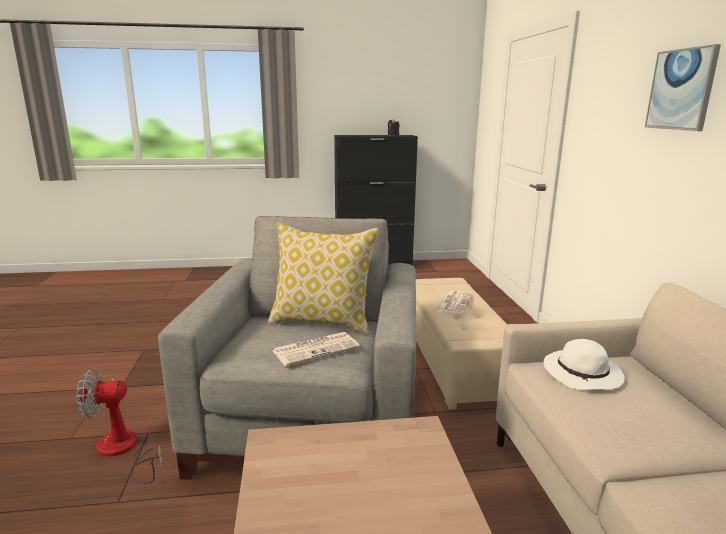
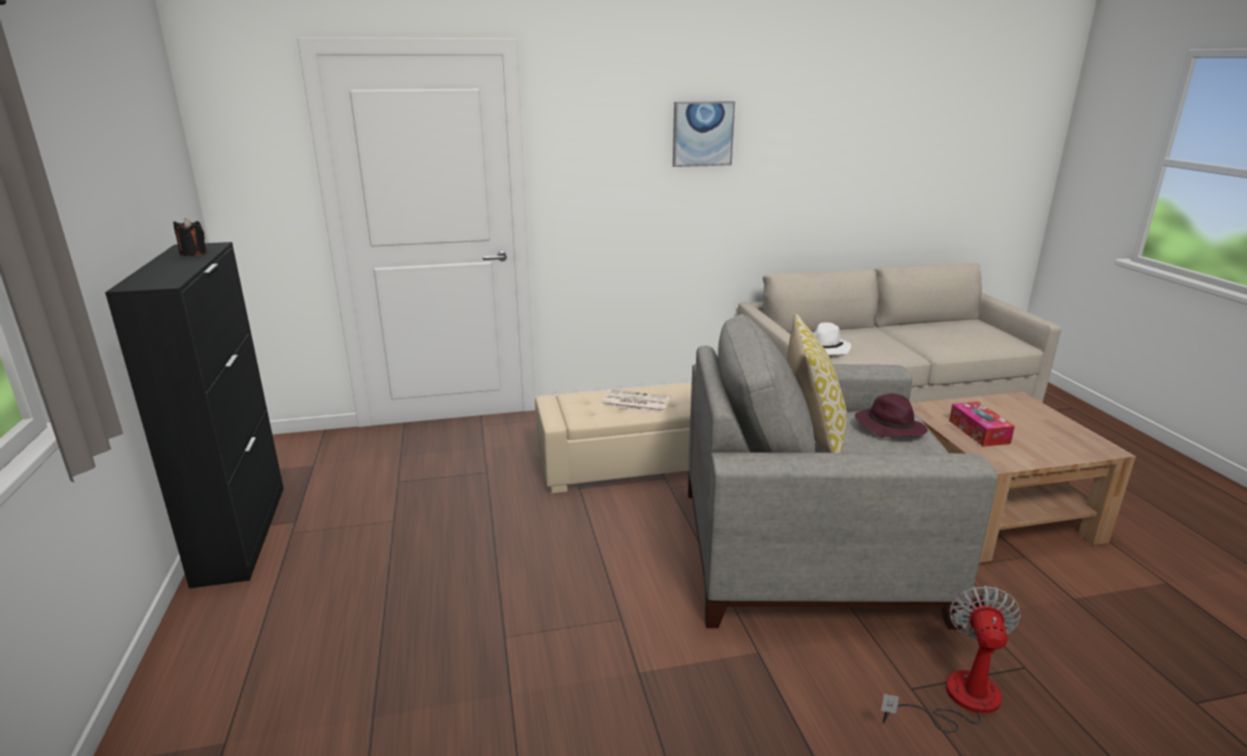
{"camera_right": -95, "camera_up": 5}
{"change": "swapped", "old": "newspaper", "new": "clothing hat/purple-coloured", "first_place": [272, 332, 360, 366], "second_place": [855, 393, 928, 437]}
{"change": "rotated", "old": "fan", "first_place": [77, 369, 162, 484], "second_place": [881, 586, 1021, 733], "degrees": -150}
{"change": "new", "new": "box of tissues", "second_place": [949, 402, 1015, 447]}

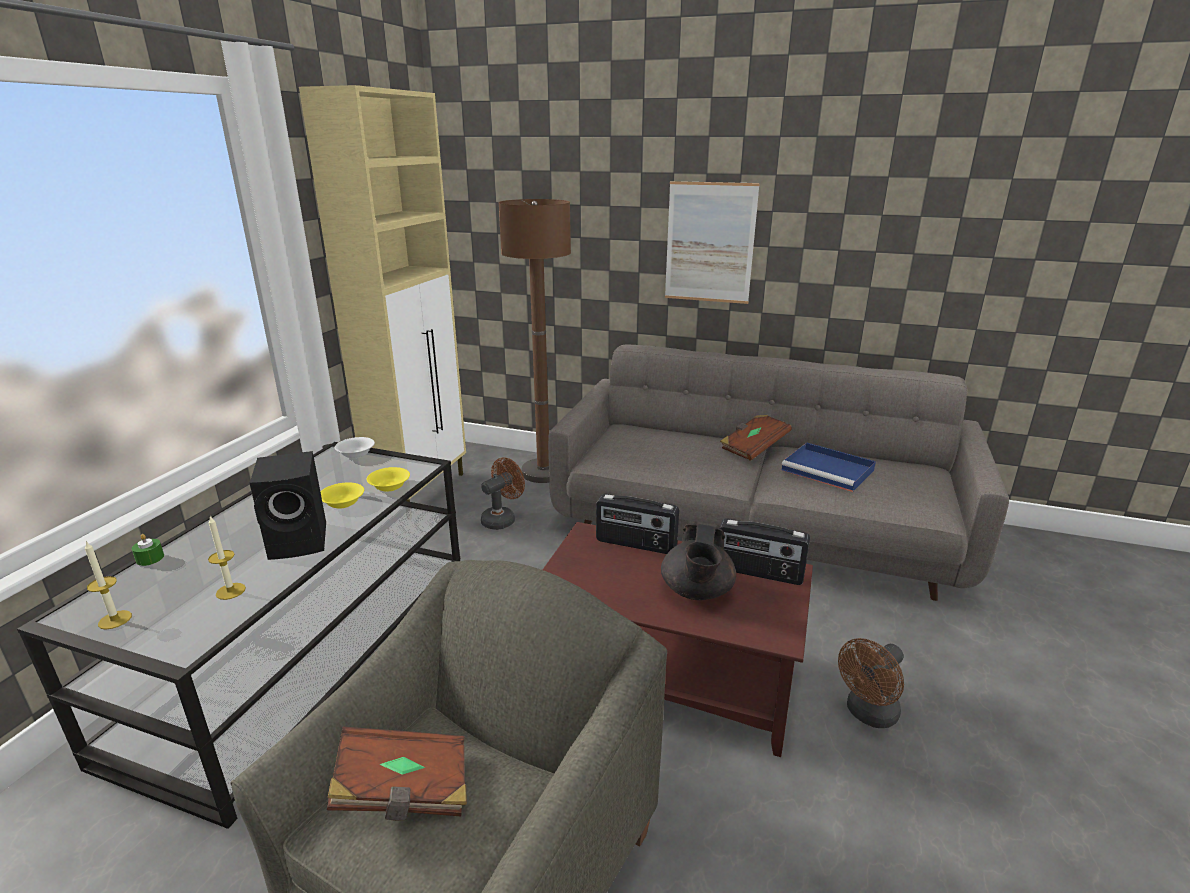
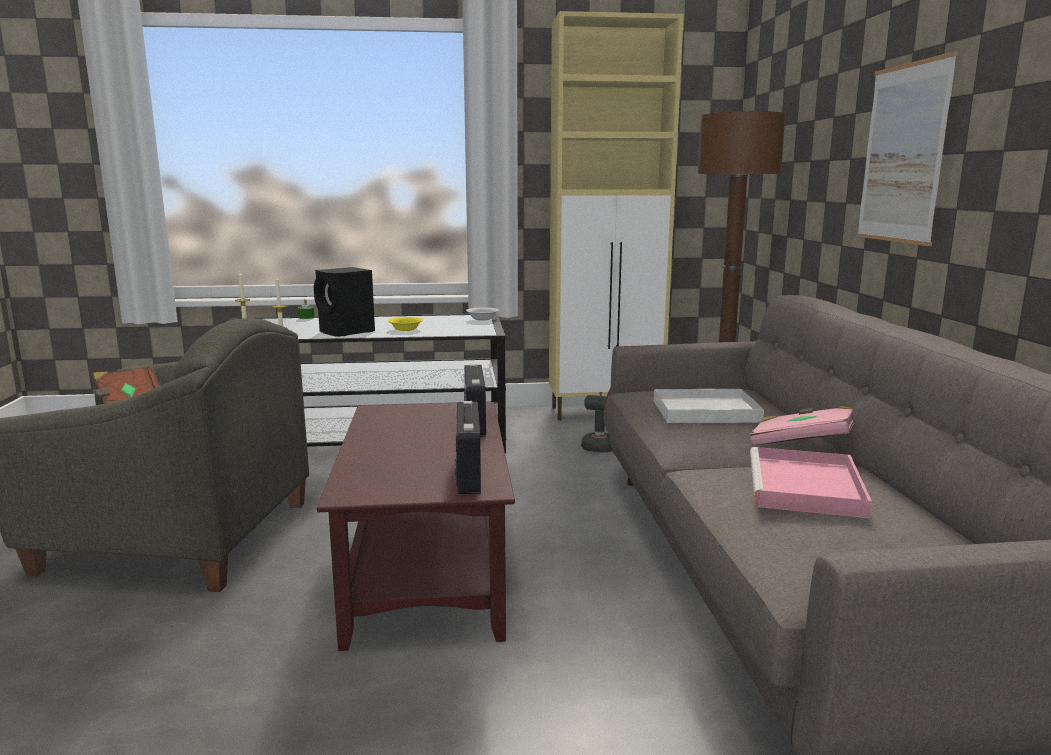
{"camera_right": 65, "camera_up": -10}
{"change": "new", "new": "carrying tray/white-coloured", "second_place": [654, 389, 764, 423]}
{"change": "repainted", "old": "volume/brown-coloured", "new": "volume/pink", "first_place": [720, 415, 792, 461], "second_place": [750, 406, 854, 445]}
{"change": "repainted", "old": "carrying tray/blue", "new": "carrying tray/pink", "first_place": [781, 442, 876, 492], "second_place": [750, 447, 872, 518]}
{"change": "gone", "old": "bowl/yellowish", "first_place": [366, 467, 410, 492]}
{"change": "gone", "old": "teapot/black-coloured", "first_place": [661, 523, 736, 600]}
{"change": "gone", "old": "fan/brown-coloured", "first_place": [838, 638, 904, 728]}

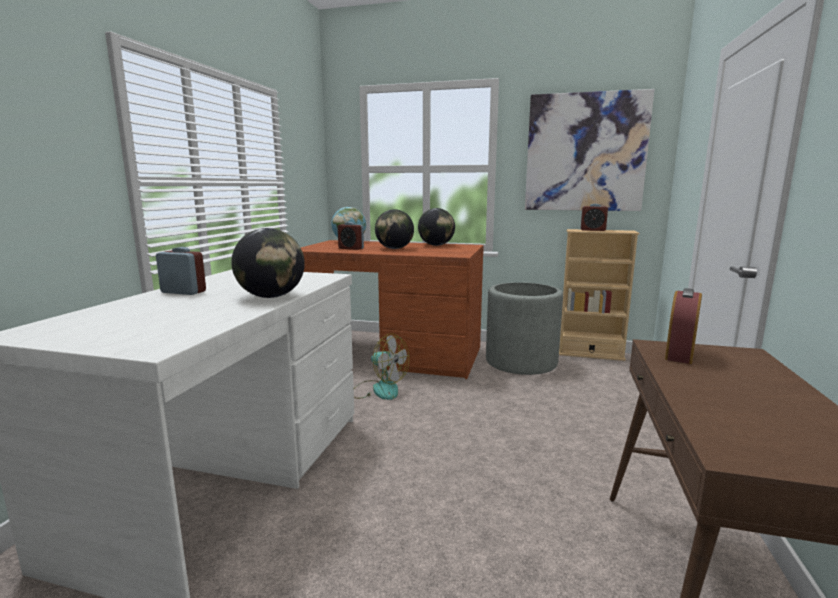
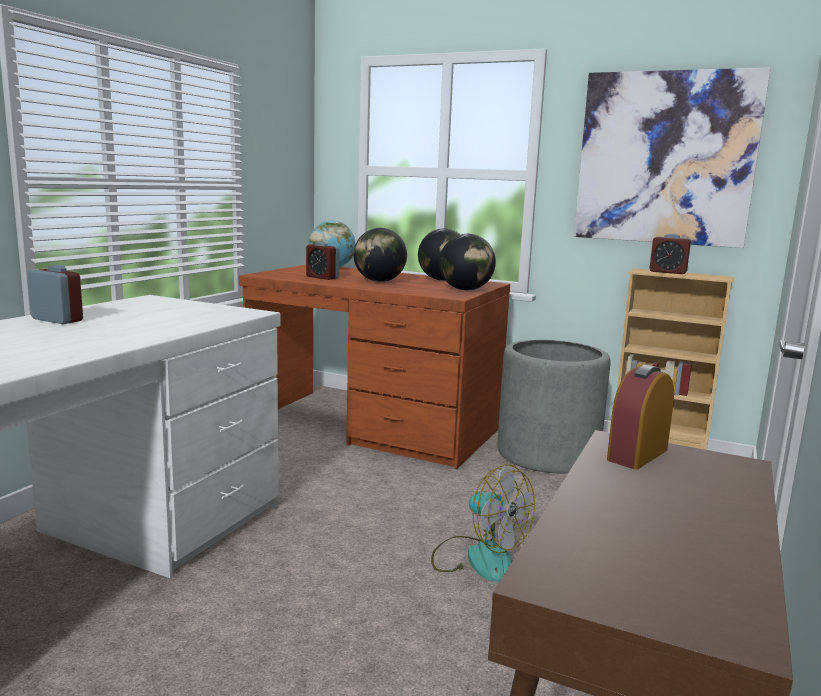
{"camera_right": 10, "camera_up": 0}
{"change": "shifted", "old": "fan", "first_place": [354, 334, 409, 400], "second_place": [431, 464, 535, 582]}
{"change": "shifted", "old": "globe", "first_place": [231, 228, 305, 298], "second_place": [439, 234, 496, 290]}

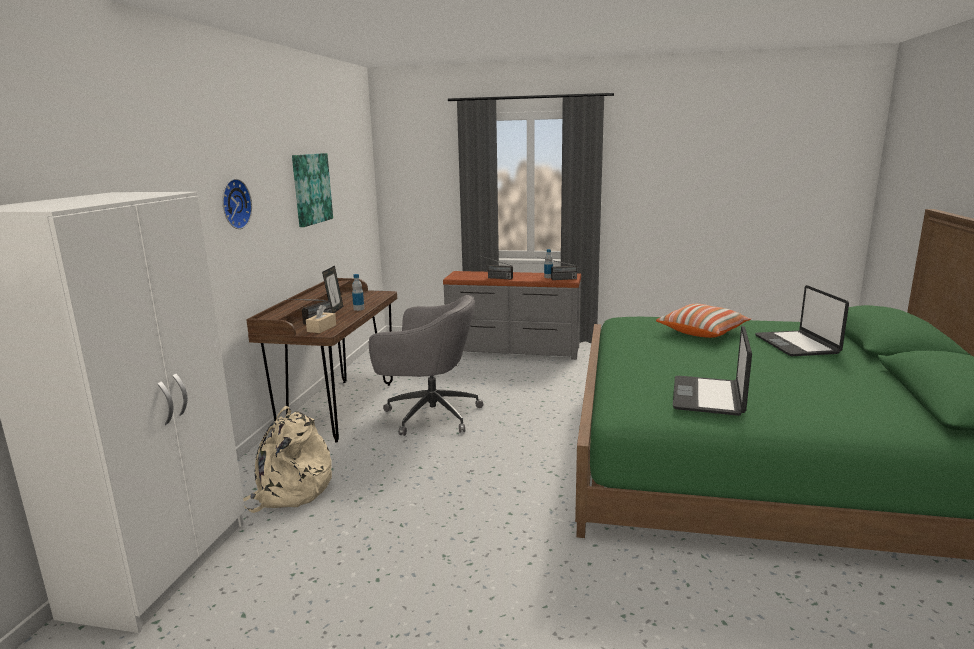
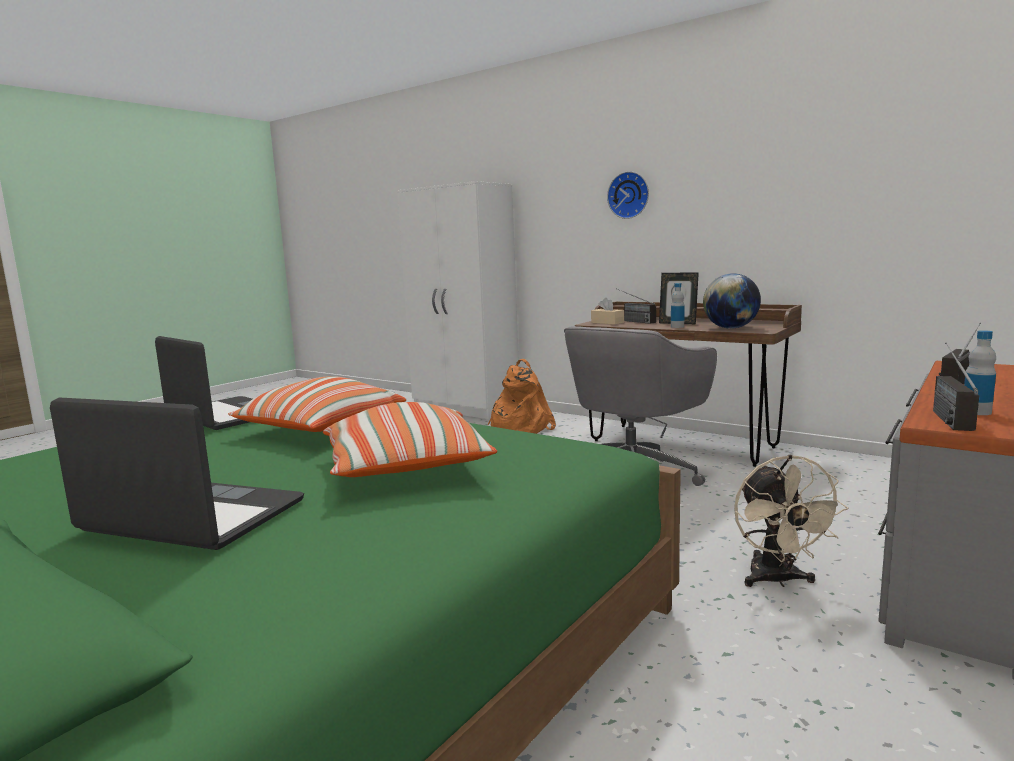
{"camera_right": 115, "camera_up": -5}
{"change": "new", "new": "throw pillow", "second_place": [228, 376, 406, 432]}
{"change": "repainted", "old": "rucksack/beige-coloured", "new": "rucksack/orange", "first_place": [243, 406, 332, 513], "second_place": [488, 359, 556, 434]}
{"change": "new", "new": "globe", "second_place": [703, 273, 761, 329]}
{"change": "new", "new": "fan/beige-coloured", "second_place": [734, 455, 848, 587]}
{"change": "gone", "old": "wall art", "first_place": [292, 153, 333, 227]}

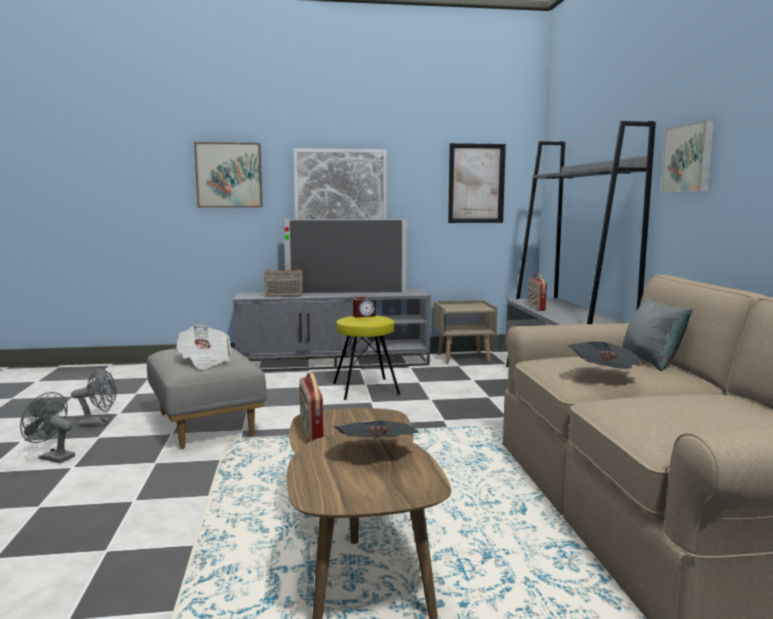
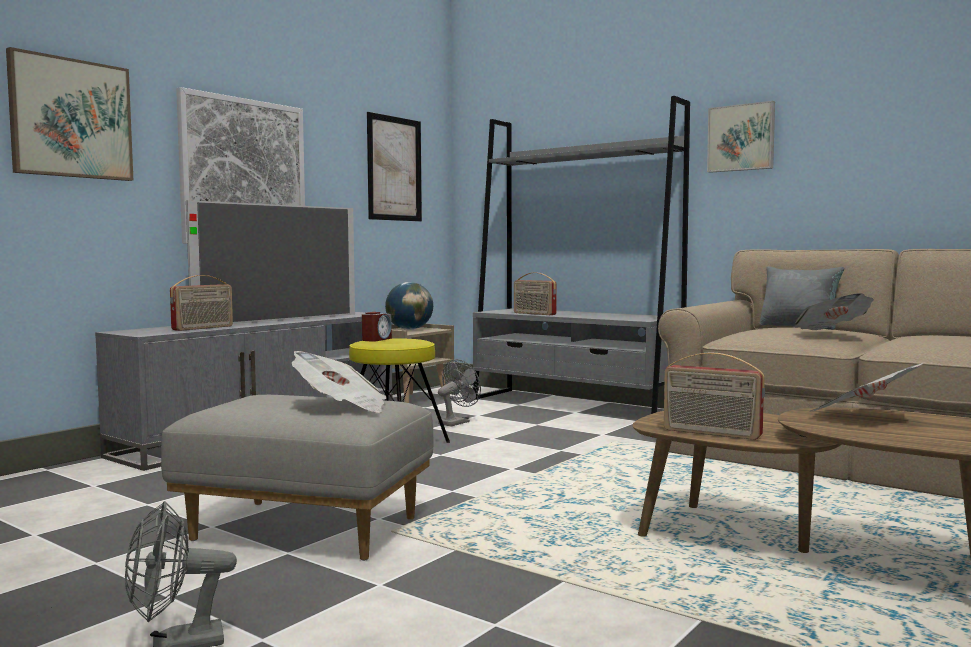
{"camera_right": -45, "camera_up": -5}
{"change": "new", "new": "globe", "second_place": [385, 282, 433, 330]}
{"change": "shifted", "old": "fan/grey", "first_place": [71, 367, 116, 426], "second_place": [438, 359, 481, 427]}

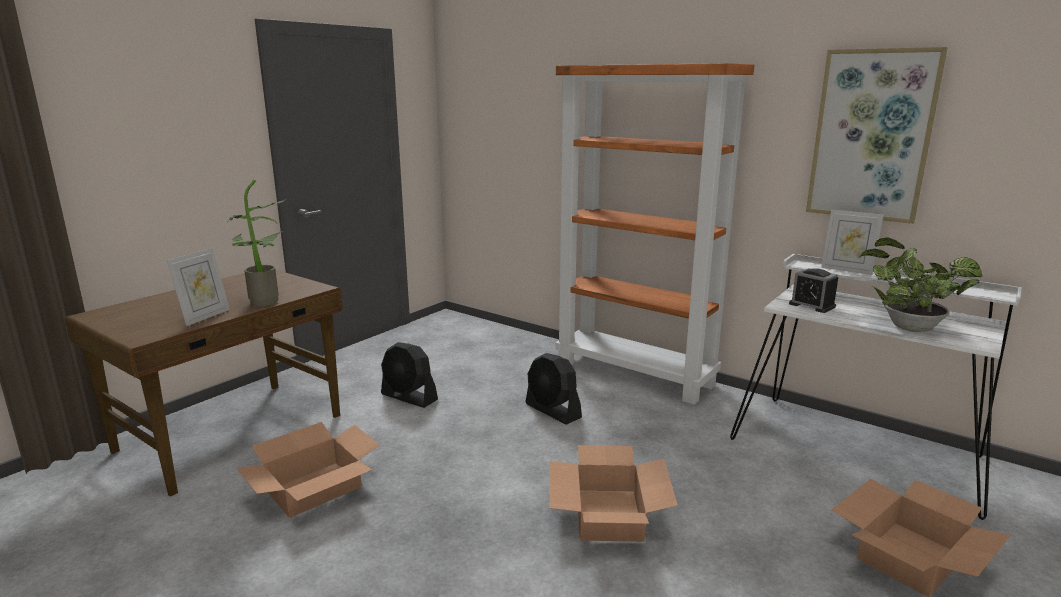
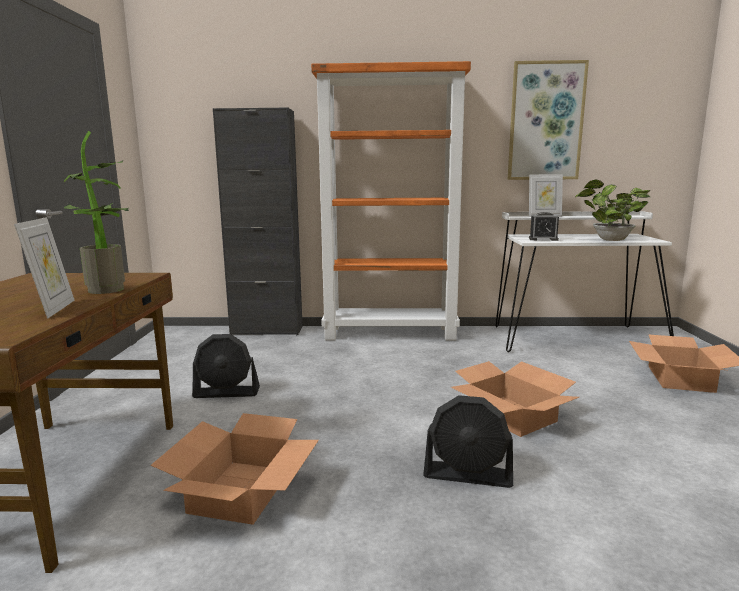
{"camera_right": -35, "camera_up": -5}
{"change": "new", "new": "storage cabinet/black-coloured", "second_place": [213, 107, 303, 335]}
{"change": "shifted", "old": "fan/black-coloured", "first_place": [525, 353, 582, 425], "second_place": [423, 395, 513, 488]}

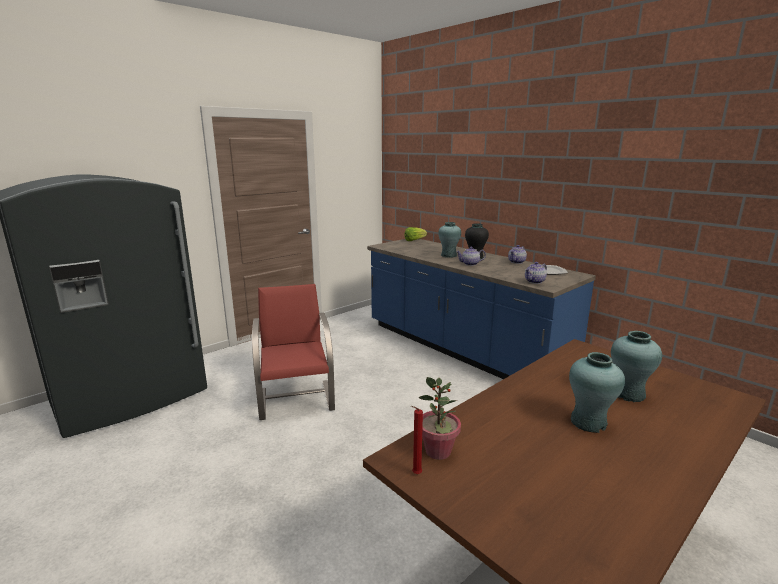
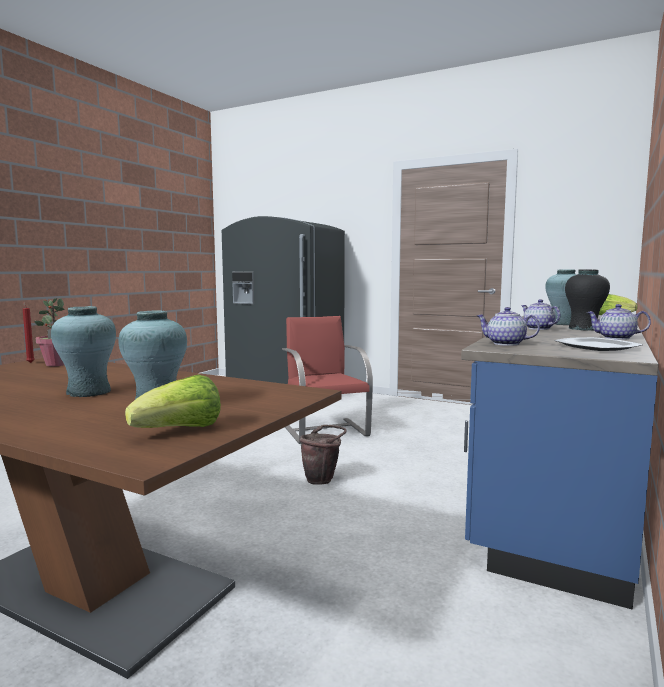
{"camera_right": 70, "camera_up": -10}
{"change": "new", "new": "lettuce", "second_place": [125, 375, 221, 428]}
{"change": "rotated", "old": "plain chair/red-coloured", "first_place": [252, 284, 335, 420], "second_place": [282, 316, 373, 444], "degrees": -75}
{"change": "new", "new": "pail/brown-coloured", "second_place": [299, 425, 347, 485]}

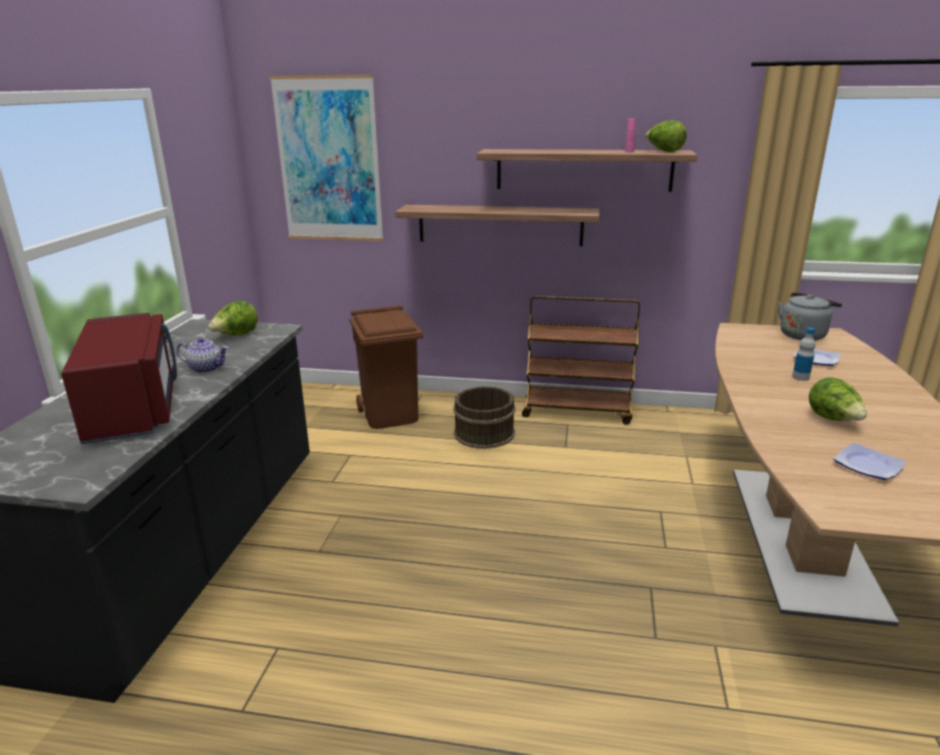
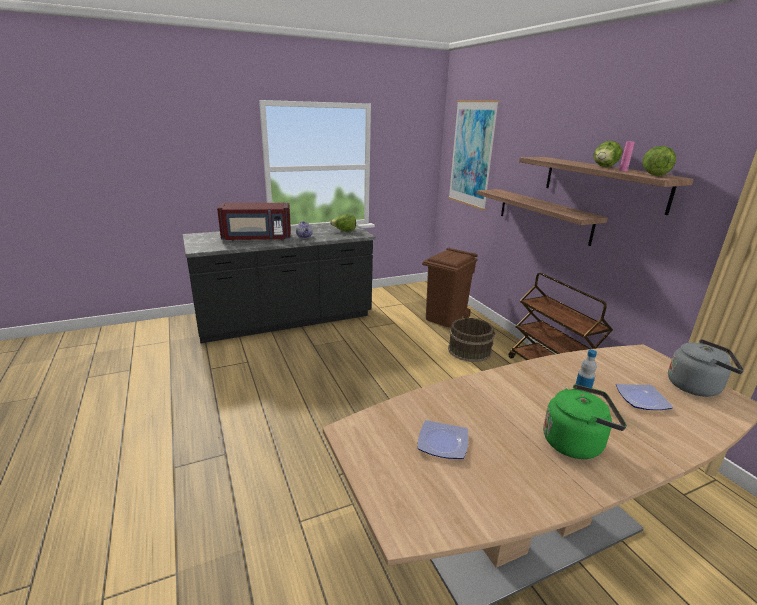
{"camera_right": 55, "camera_up": 0}
{"change": "rotated", "old": "microwave/red-coloured", "first_place": [61, 313, 177, 444], "second_place": [217, 203, 291, 241], "degrees": 45}
{"change": "new", "new": "water kettle/green-coloured", "second_place": [543, 384, 627, 459]}
{"change": "shifted", "old": "lettuce", "first_place": [809, 377, 867, 421], "second_place": [593, 141, 622, 167]}

